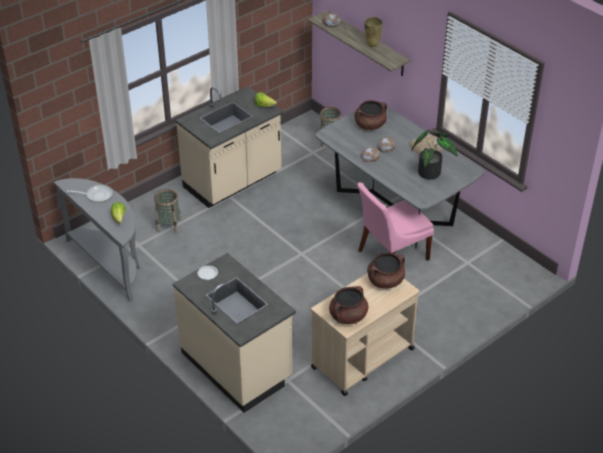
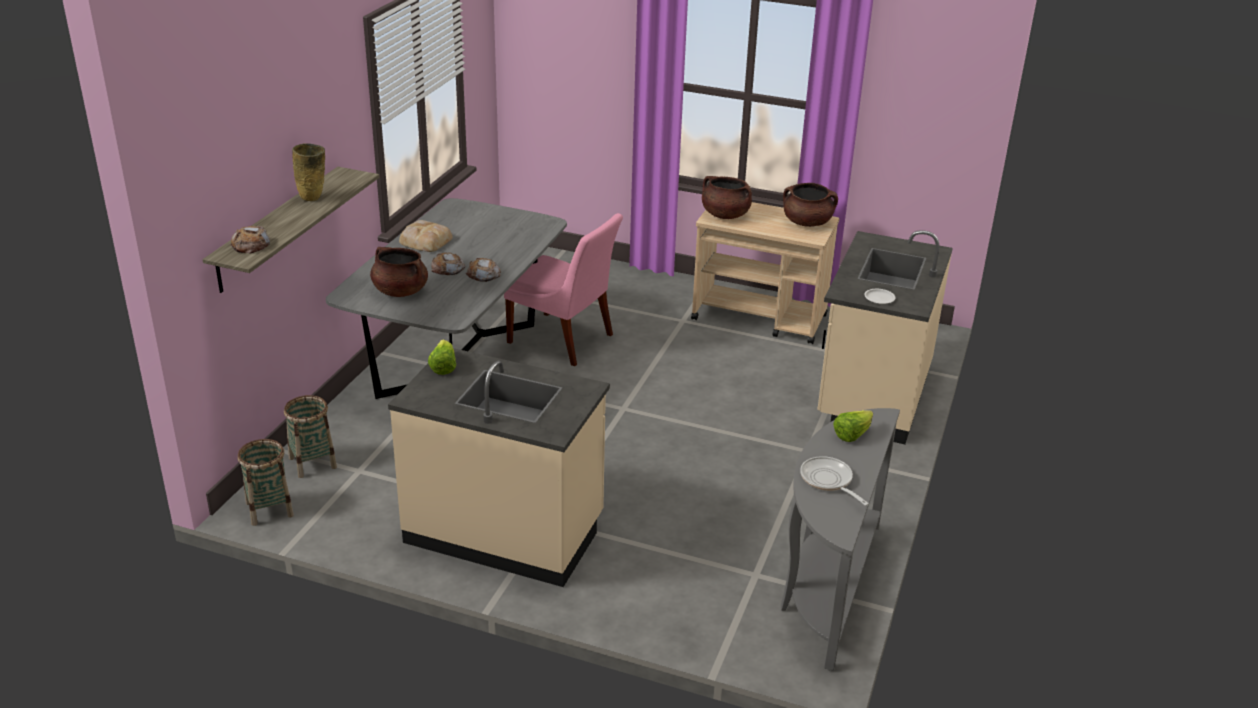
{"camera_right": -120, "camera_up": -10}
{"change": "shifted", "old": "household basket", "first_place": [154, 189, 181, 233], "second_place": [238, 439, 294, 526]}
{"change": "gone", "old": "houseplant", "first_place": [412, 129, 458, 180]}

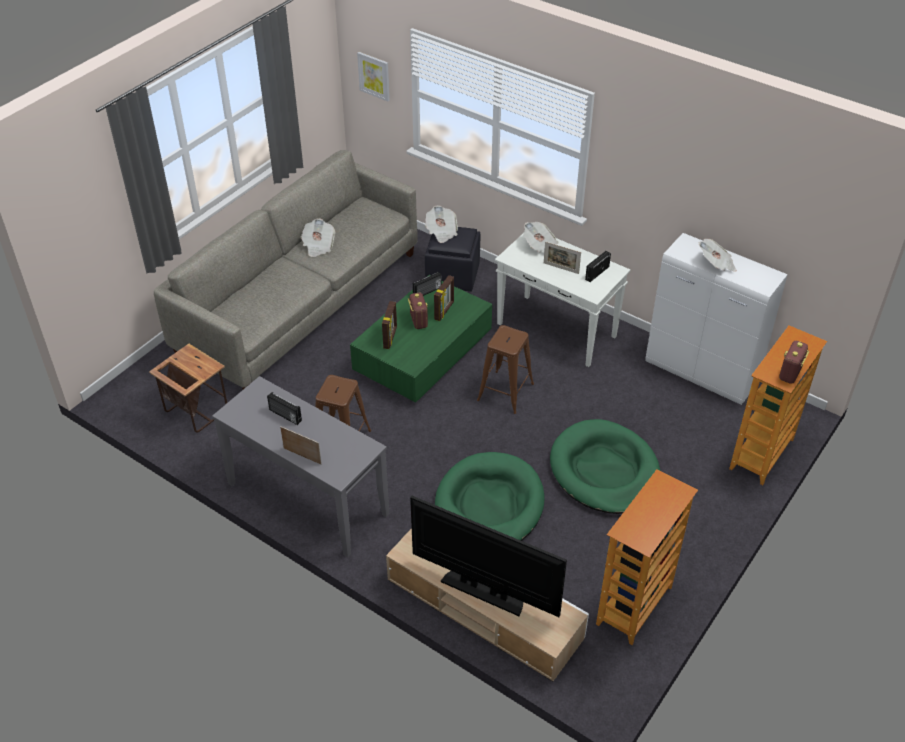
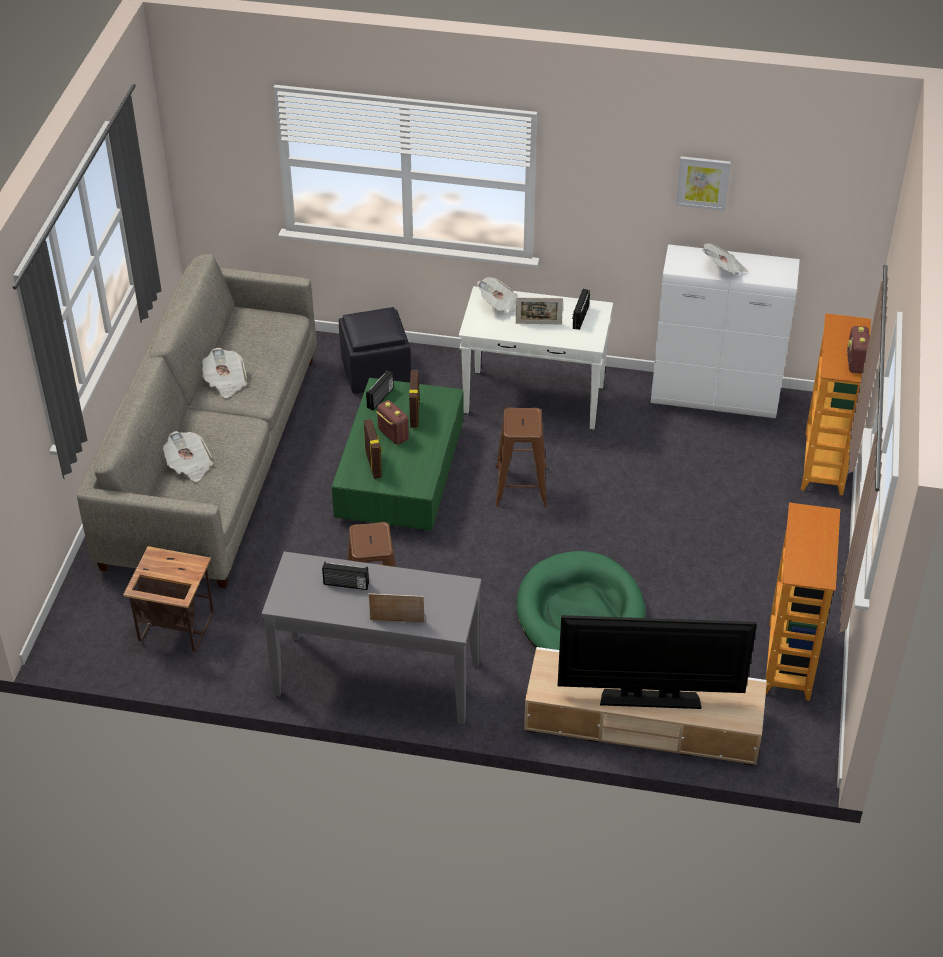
{"camera_right": -25, "camera_up": 0}
{"change": "shifted", "old": "newspaper", "first_place": [425, 205, 458, 243], "second_place": [163, 431, 214, 482]}
{"change": "shifted", "old": "wall art", "first_place": [357, 52, 390, 101], "second_place": [676, 156, 731, 211]}
{"change": "gone", "old": "pet bed/green-coloured", "first_place": [550, 419, 661, 514]}

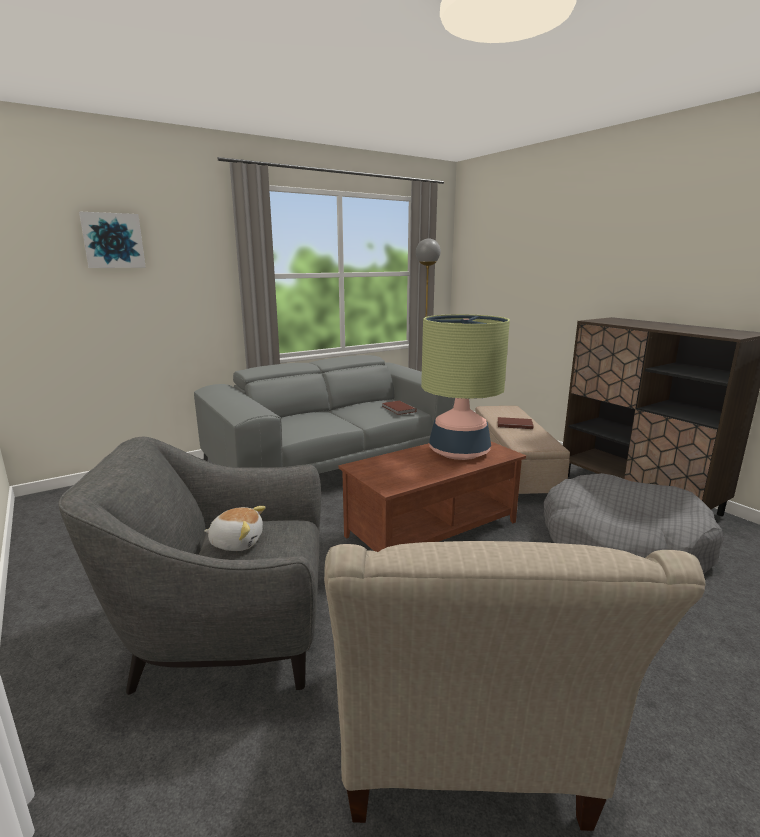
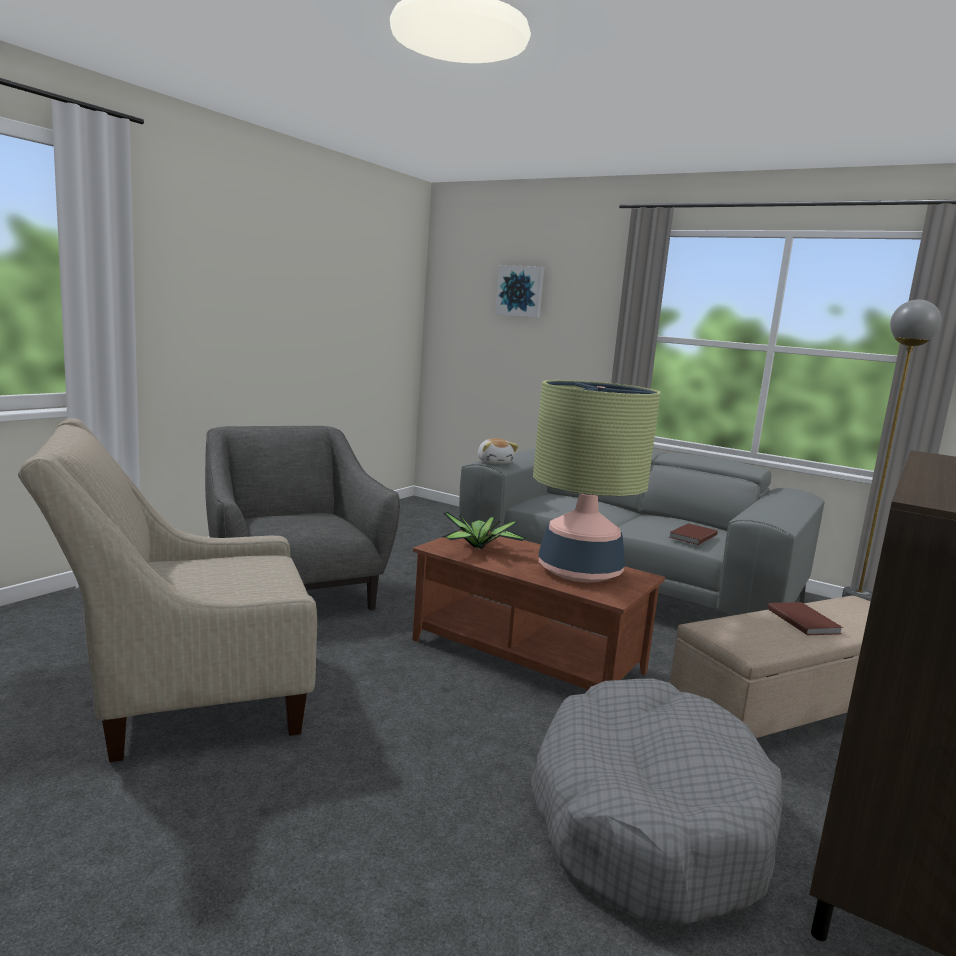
{"camera_right": 65, "camera_up": -5}
{"change": "new", "new": "houseplant", "second_place": [442, 512, 526, 550]}
{"change": "shifted", "old": "cuddly toy", "first_place": [204, 506, 266, 551], "second_place": [478, 438, 518, 464]}

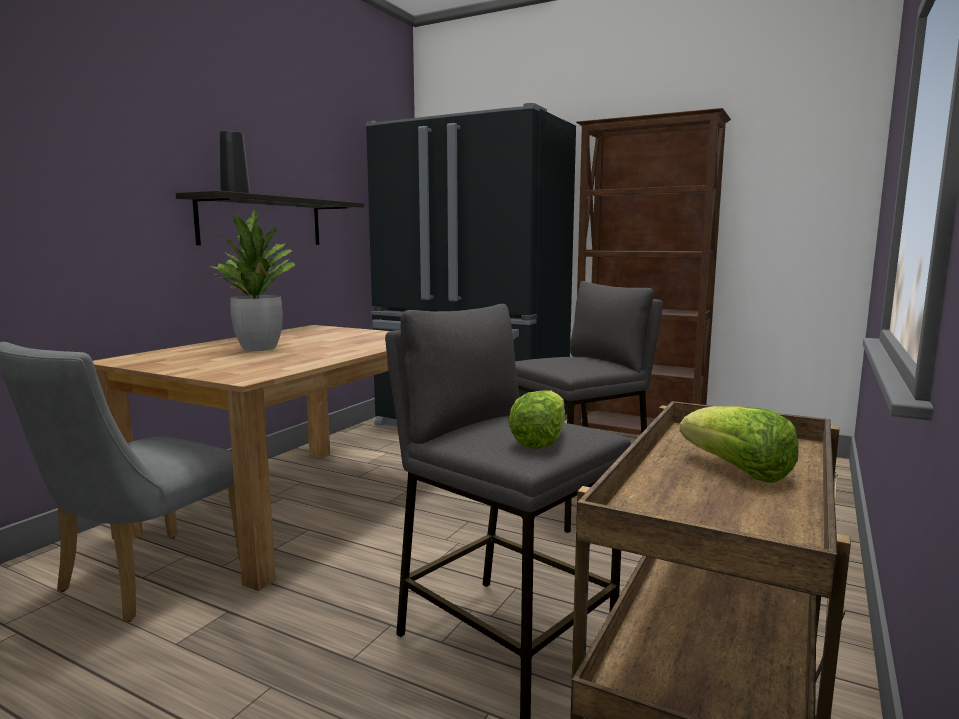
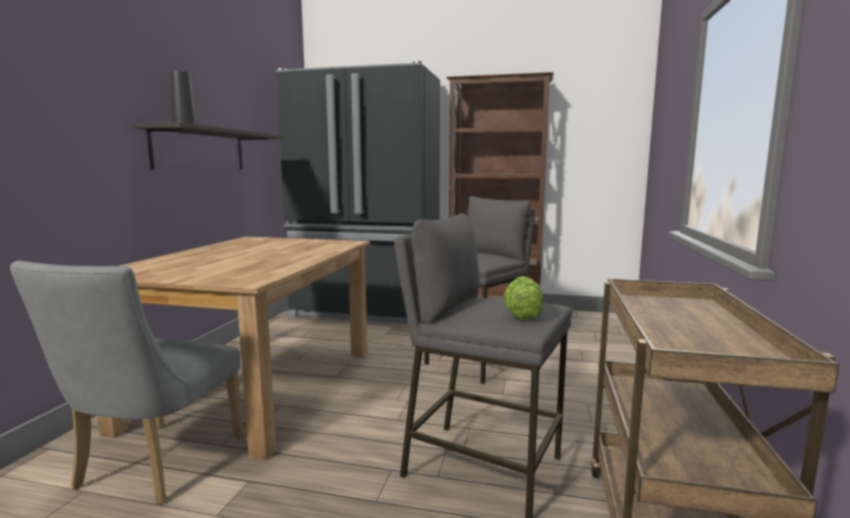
{"camera_right": -15, "camera_up": 0}
{"change": "gone", "old": "houseplant", "first_place": [205, 210, 295, 351]}
{"change": "gone", "old": "lettuce", "first_place": [680, 406, 798, 483]}

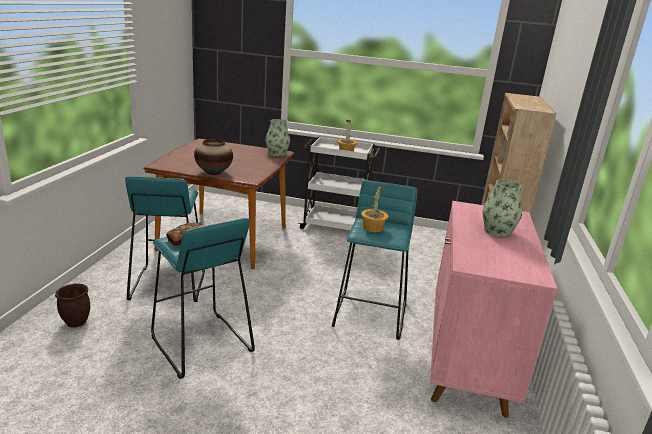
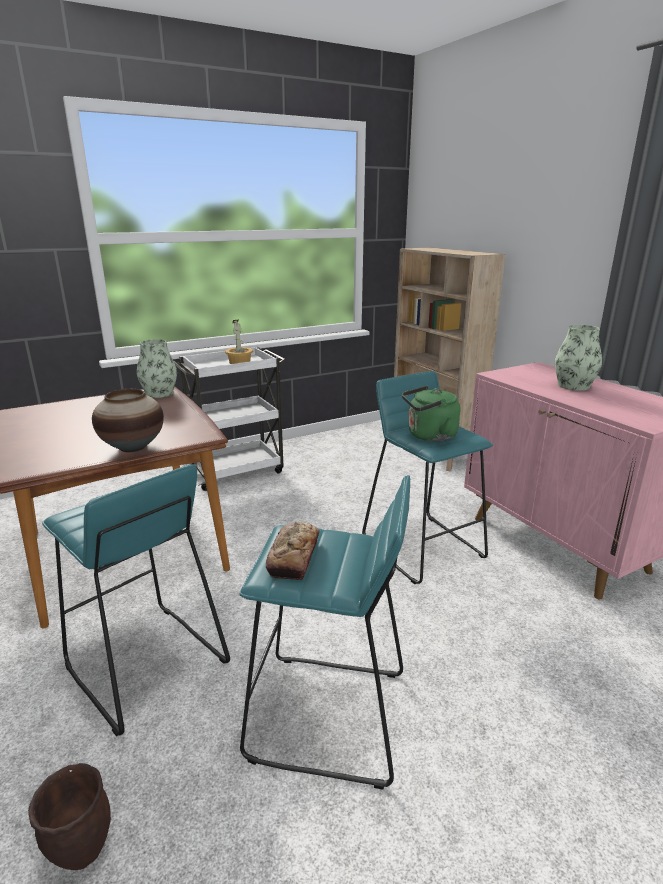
{"camera_right": -40, "camera_up": 0}
{"change": "swapped", "old": "houseplant", "new": "water kettle/green-coloured", "first_place": [361, 185, 388, 232], "second_place": [402, 386, 461, 442]}

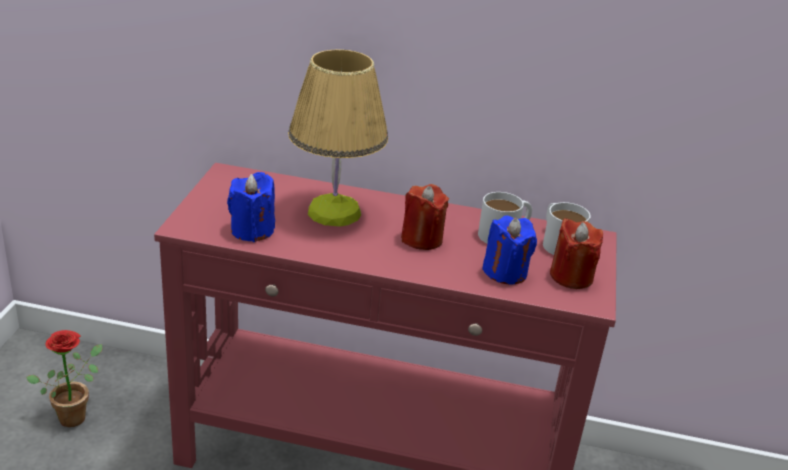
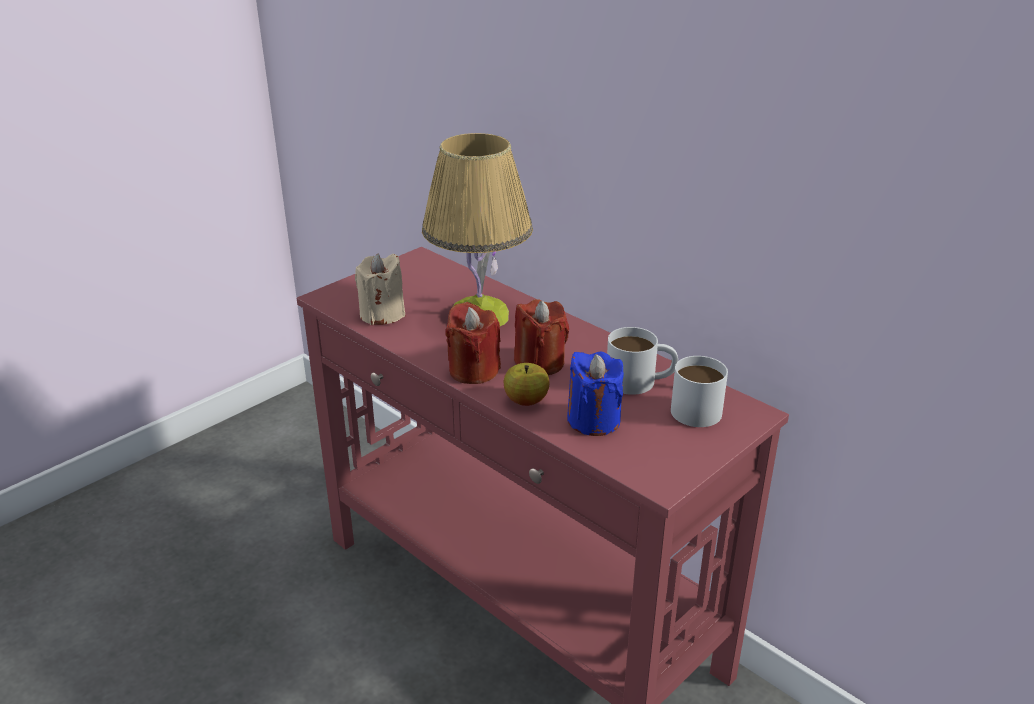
{"camera_right": 35, "camera_up": 0}
{"change": "repainted", "old": "wax candle/blue", "new": "wax candle/beige-coloured", "first_place": [227, 172, 275, 242], "second_place": [355, 253, 405, 325]}
{"change": "shifted", "old": "wax candle/red-coloured", "first_place": [550, 218, 603, 289], "second_place": [446, 302, 501, 384]}
{"change": "new", "new": "apple", "second_place": [504, 363, 550, 406]}
{"change": "gone", "old": "houseplant", "first_place": [26, 330, 102, 427]}

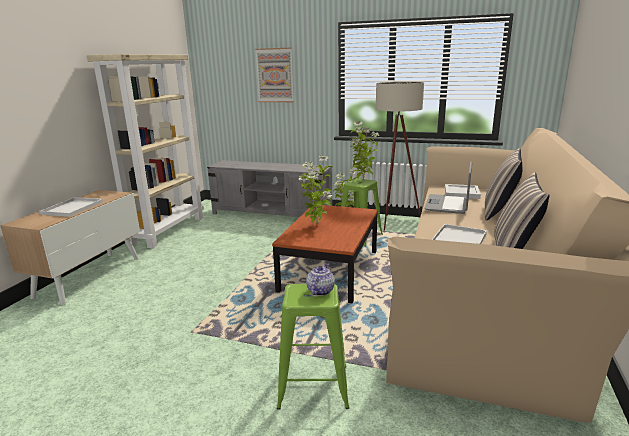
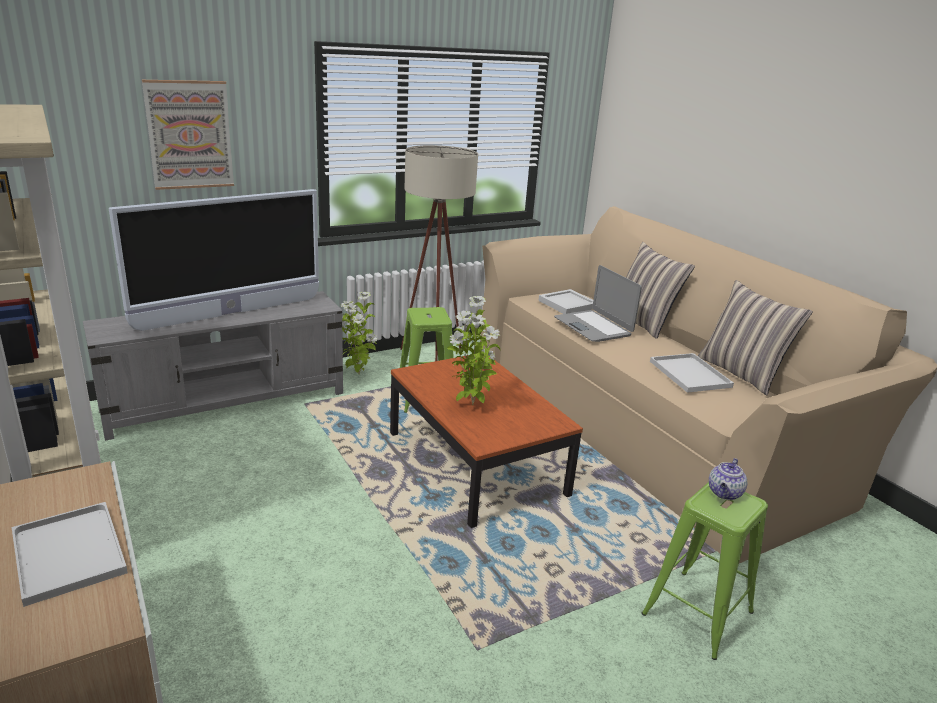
{"camera_right": -50, "camera_up": 5}
{"change": "new", "new": "TV", "second_place": [109, 189, 319, 331]}
{"change": "rotated", "old": "teapot", "first_place": [306, 263, 335, 296], "second_place": [709, 458, 747, 500], "degrees": -120}
{"change": "gone", "old": "houseplant", "first_place": [350, 121, 379, 180]}

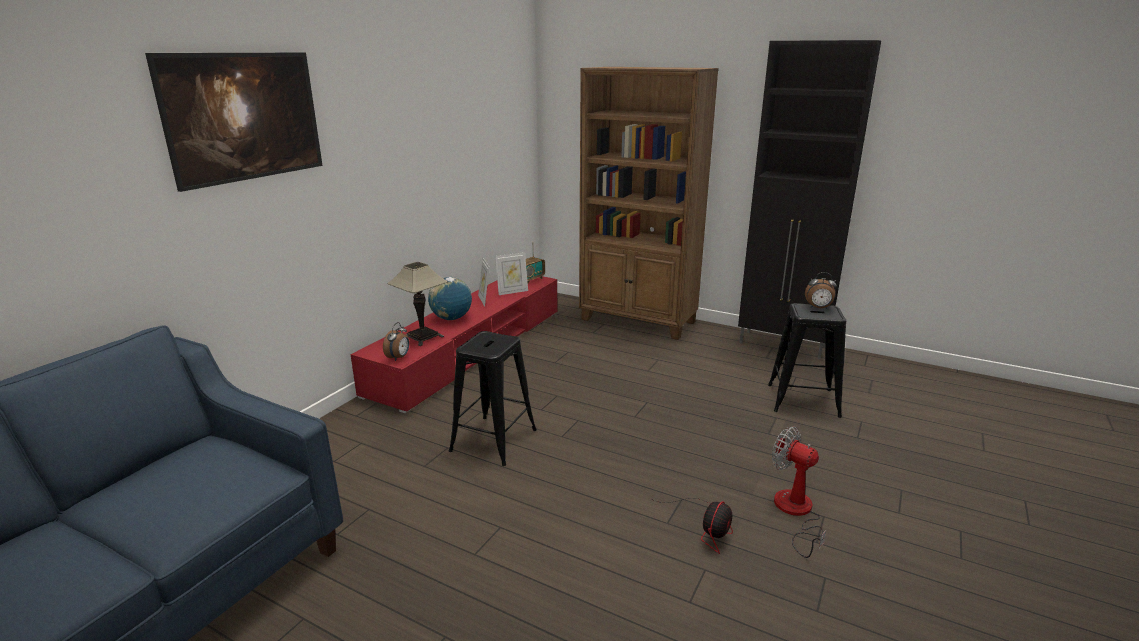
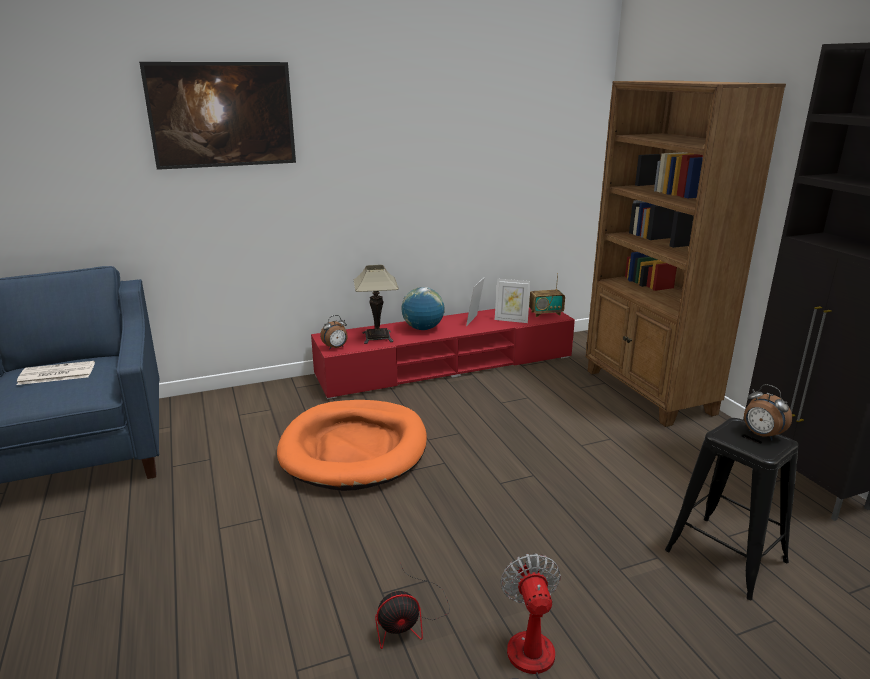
{"camera_right": 40, "camera_up": 0}
{"change": "new", "new": "newspaper", "second_place": [17, 361, 95, 385]}
{"change": "swapped", "old": "stool seat/black-coloured", "new": "pet bed/orange", "first_place": [449, 331, 537, 466], "second_place": [277, 400, 427, 491]}

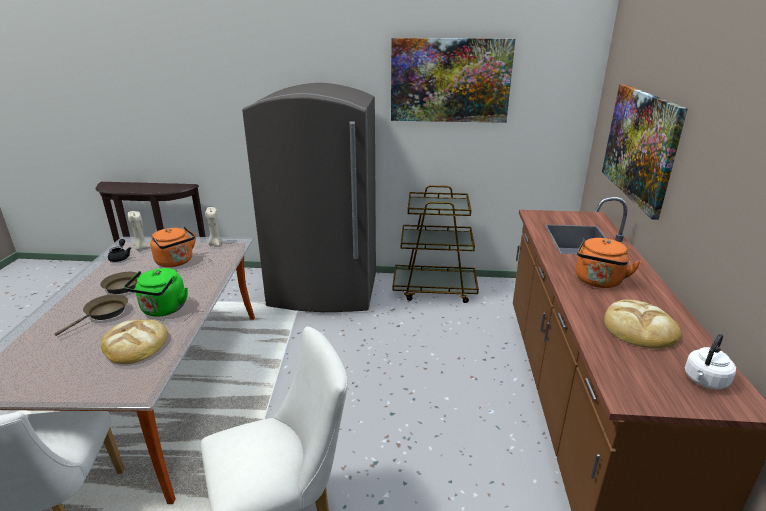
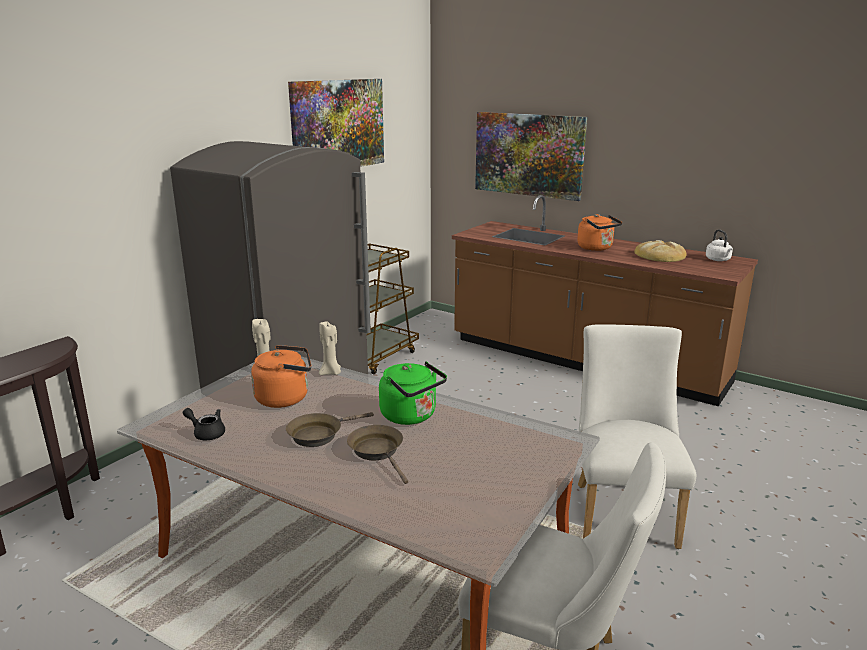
{"camera_right": -60, "camera_up": -5}
{"change": "shifted", "old": "wax candle/beige-coloured", "first_place": [128, 211, 150, 250], "second_place": [319, 321, 341, 375]}
{"change": "gone", "old": "bread", "first_place": [101, 320, 168, 364]}

